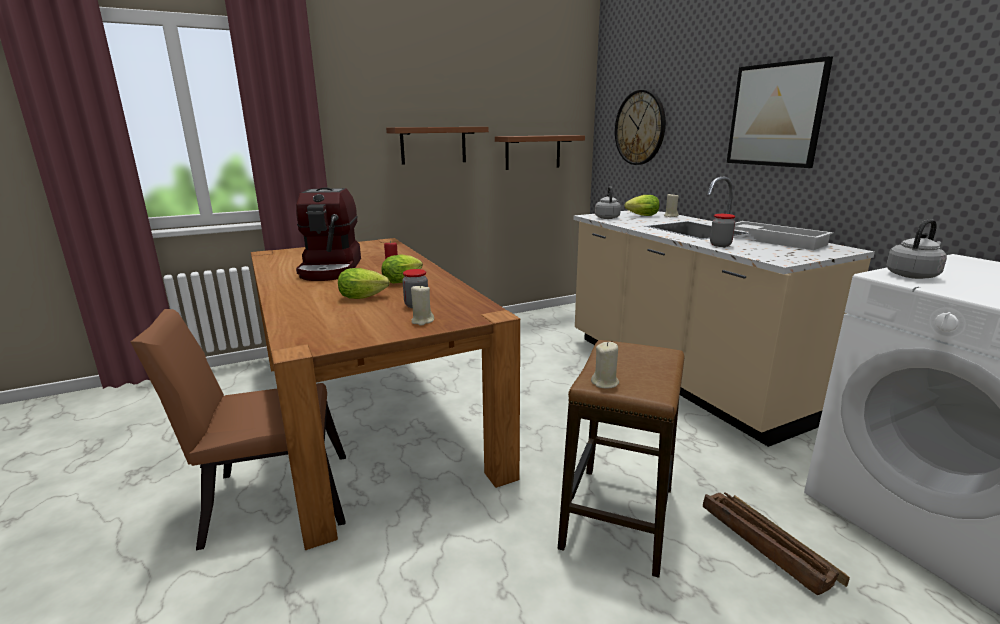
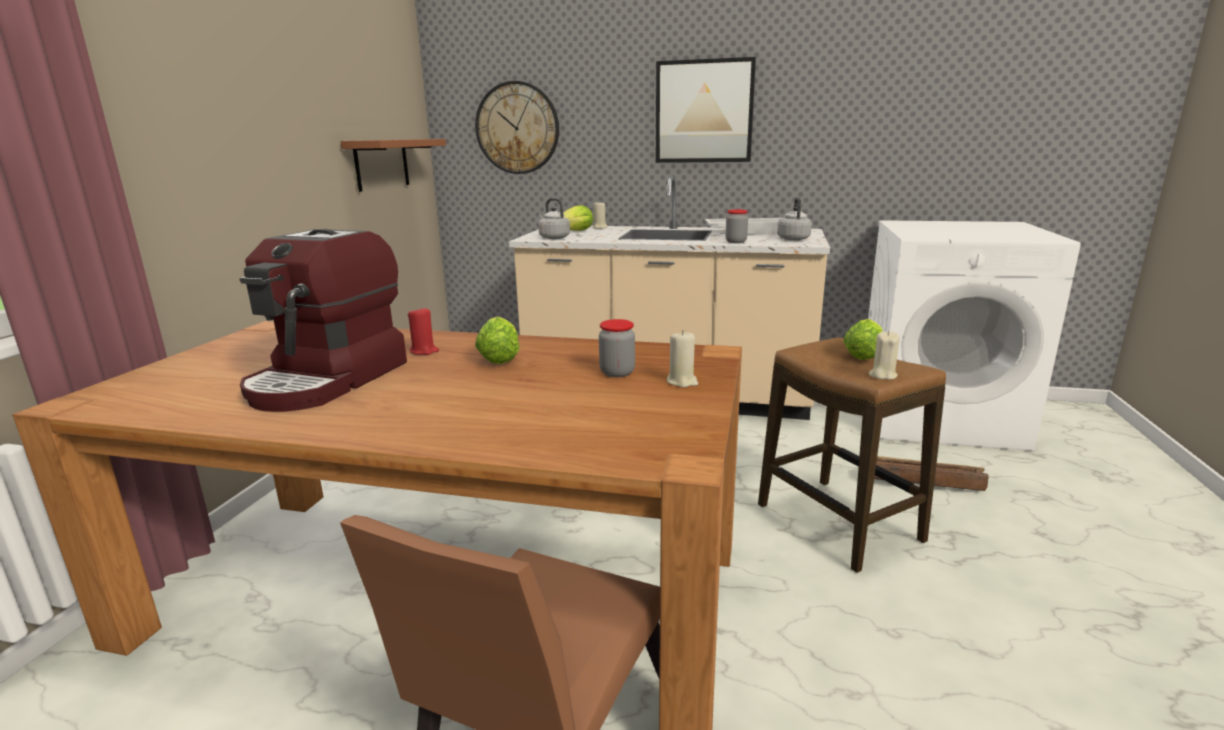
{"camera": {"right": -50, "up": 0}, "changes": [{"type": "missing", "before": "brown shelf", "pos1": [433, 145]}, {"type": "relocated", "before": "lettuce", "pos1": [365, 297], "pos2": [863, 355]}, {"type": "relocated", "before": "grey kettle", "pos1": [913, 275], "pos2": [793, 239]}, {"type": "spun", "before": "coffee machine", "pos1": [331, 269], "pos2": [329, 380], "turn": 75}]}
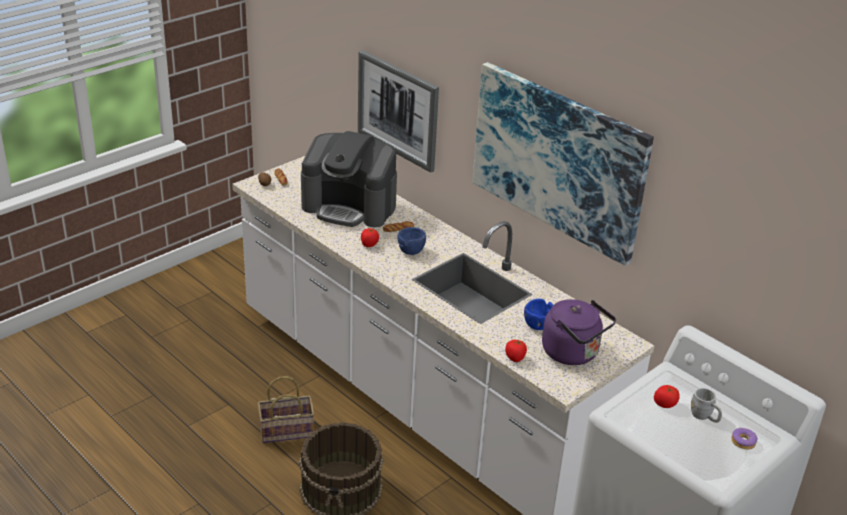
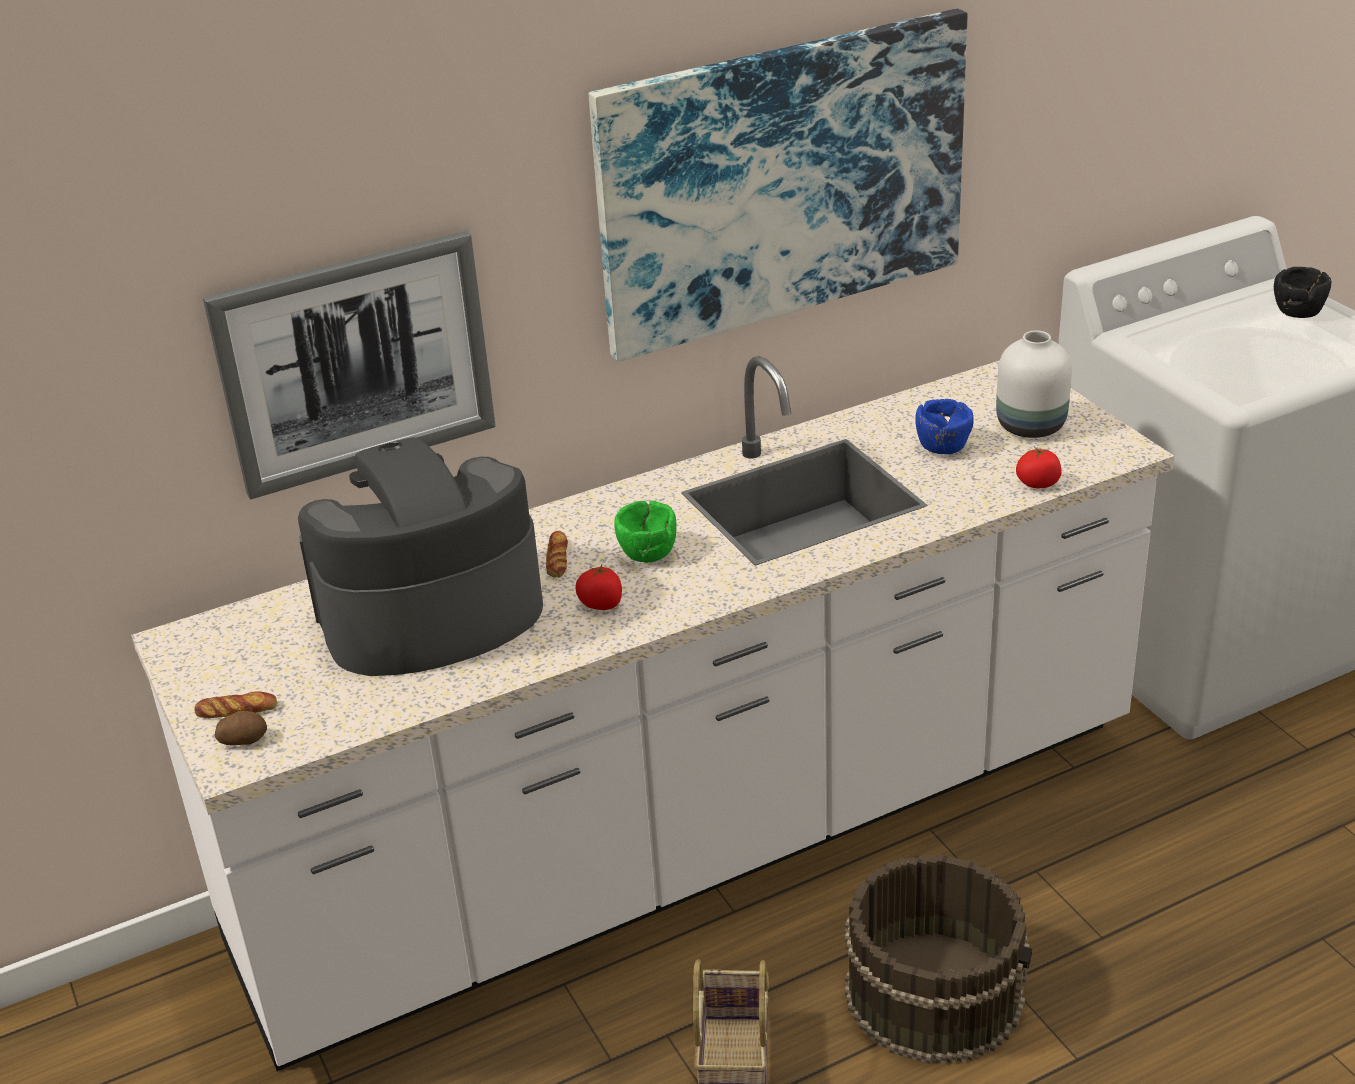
{"camera": {"right": -70, "up": 0}, "changes": [{"type": "missing", "before": "tomato", "pos1": [665, 404]}, {"type": "missing", "before": "grey mug", "pos1": [704, 417]}, {"type": "exchanged", "before": "purple kettle", "after": "white vase", "pos1": [573, 353], "pos2": [1032, 426]}, {"type": "exchanged", "before": "donut", "after": "black bowl", "pos1": [743, 442], "pos2": [1298, 311]}, {"type": "colour", "before": "blue bowl", "after": "green bowl", "pos1": [411, 250], "pos2": [647, 552]}, {"type": "spun", "before": "coffee machine", "pos1": [350, 206], "pos2": [429, 614], "turn": -150}]}
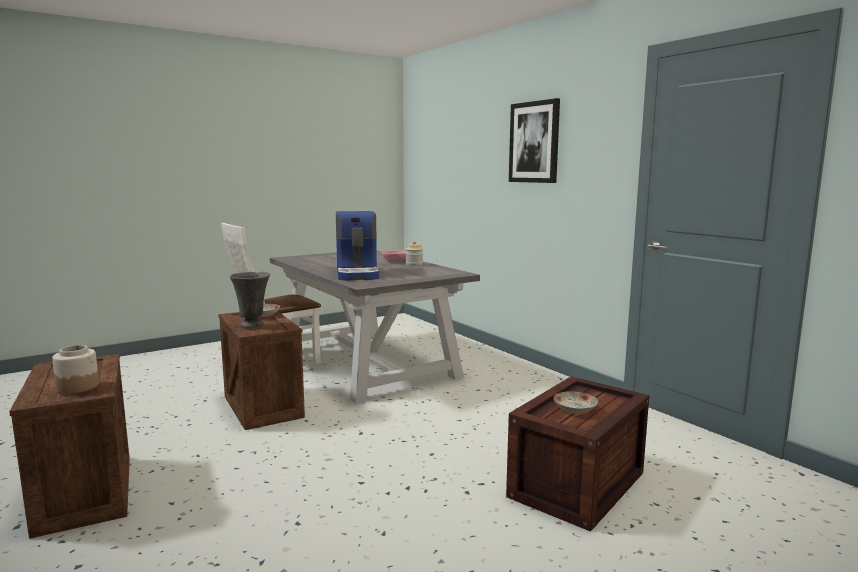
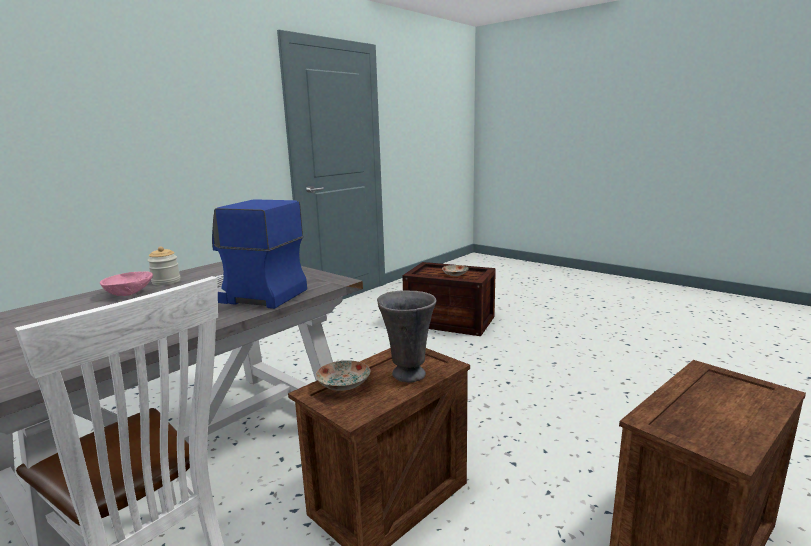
{"camera": {"right": -105, "up": 5}, "changes": [{"type": "missing", "before": "jar", "pos1": [78, 386]}, {"type": "missing", "before": "picture", "pos1": [534, 142]}, {"type": "spun", "before": "coffee machine", "pos1": [358, 274], "pos2": [249, 295], "turn": -135}]}
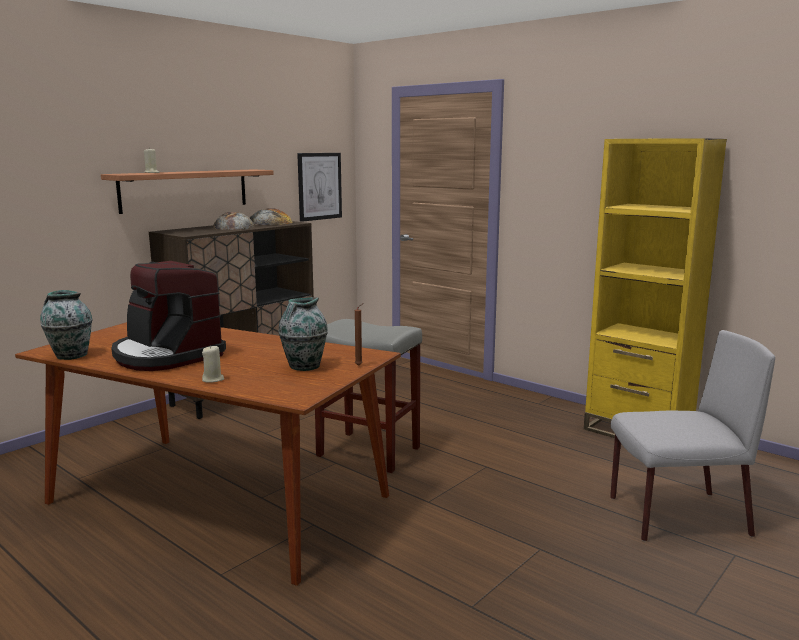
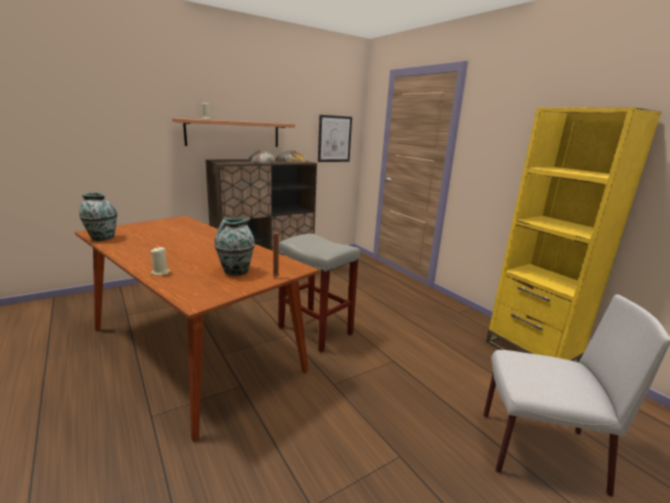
{"camera": {"right": 15, "up": 5}, "changes": [{"type": "missing", "before": "coffee machine", "pos1": [166, 355]}]}
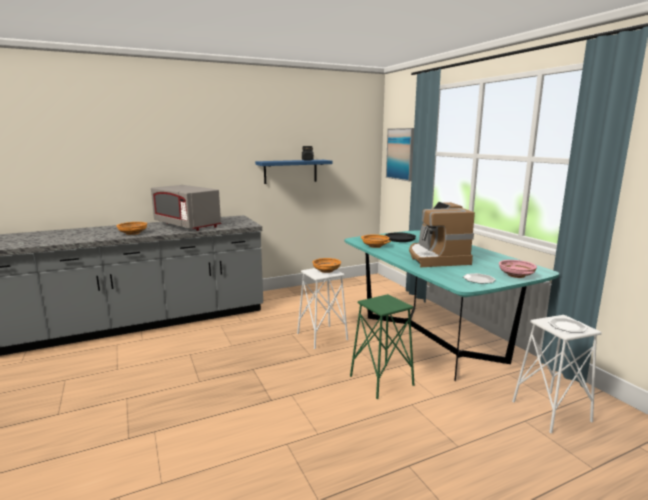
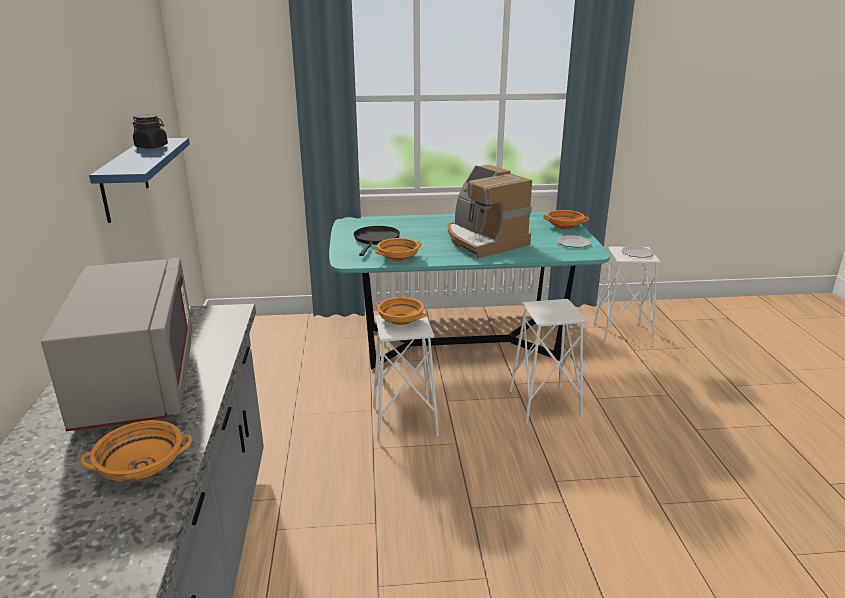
{"camera": {"right": -70, "up": 10}, "changes": [{"type": "missing", "before": "picture", "pos1": [400, 154]}, {"type": "colour", "before": "green stool", "after": "white stool", "pos1": [381, 381], "pos2": [544, 404]}, {"type": "colour", "before": "pink bowl", "after": "orange bowl", "pos1": [515, 275], "pos2": [564, 227]}, {"type": "spun", "before": "grey microwave", "pos1": [187, 225], "pos2": [139, 382], "turn": -75}, {"type": "spun", "before": "coffee machine", "pos1": [436, 258], "pos2": [483, 241], "turn": 45}]}
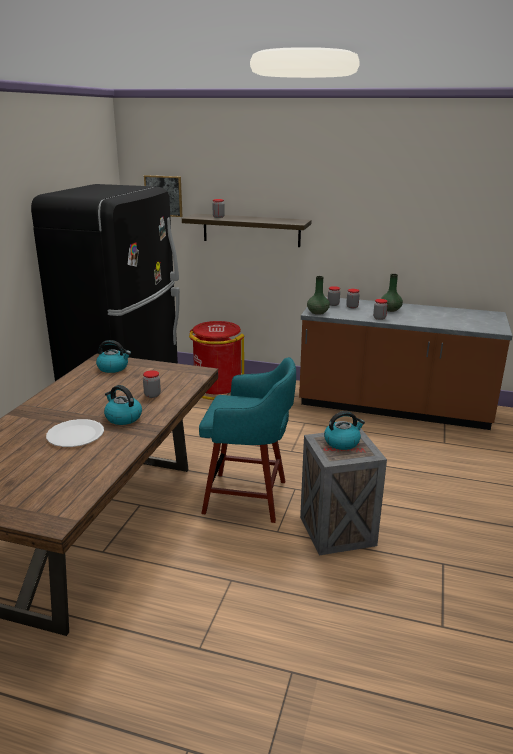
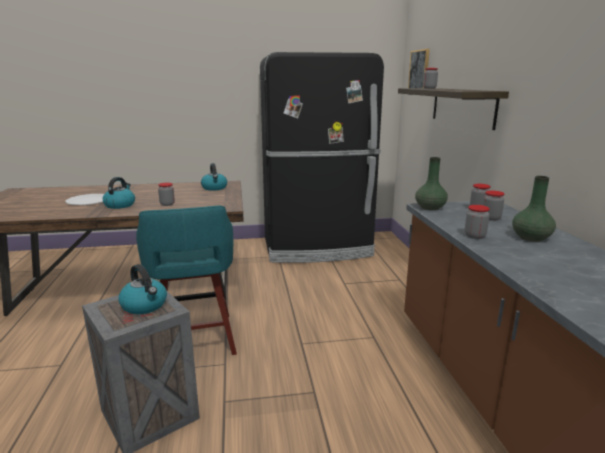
{"camera": {"right": 65, "up": -5}, "changes": [{"type": "missing", "before": "red trash can", "pos1": [217, 389]}]}
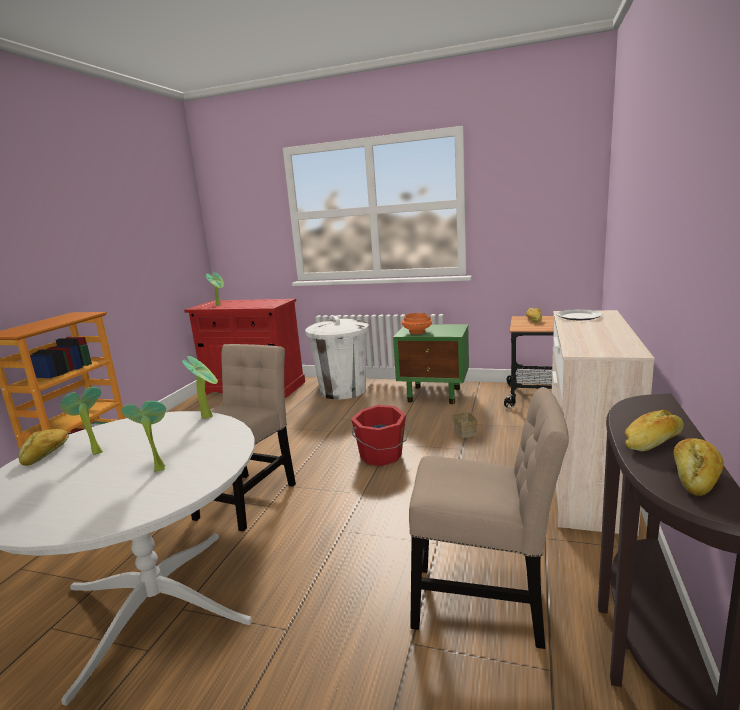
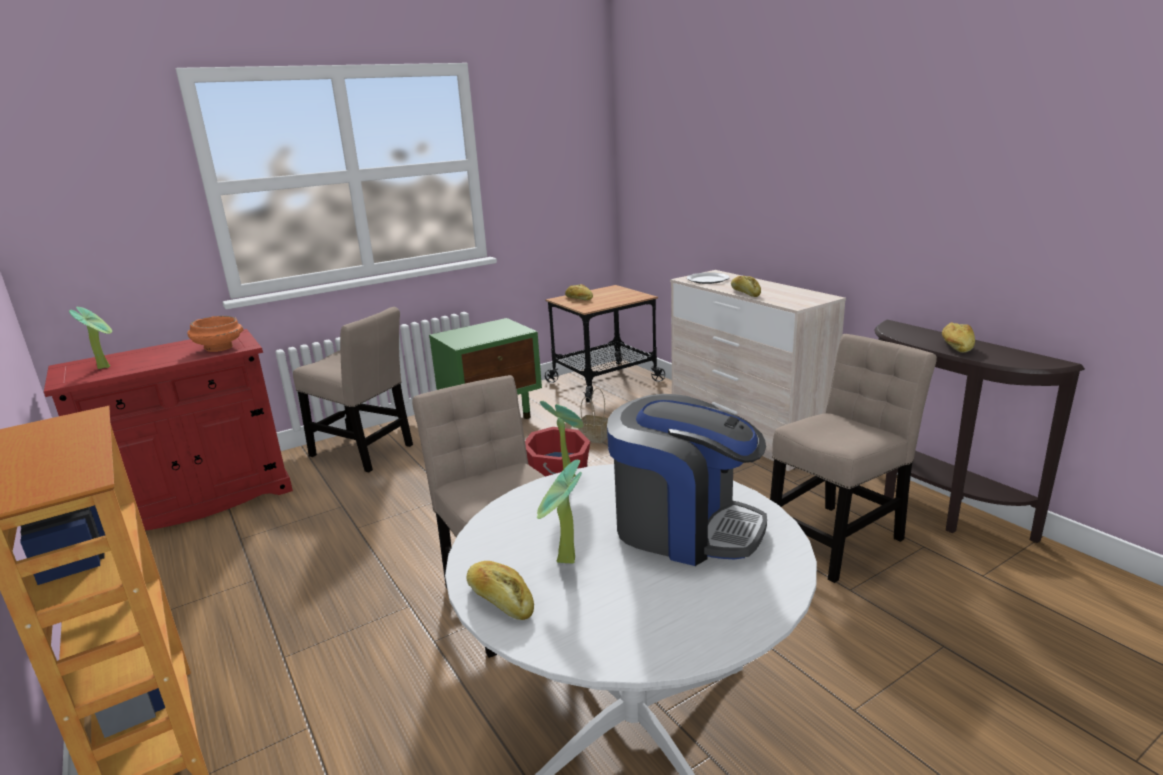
{"camera": {"right": -50, "up": 5}, "changes": [{"type": "relocated", "before": "orange bowl", "pos1": [417, 332], "pos2": [219, 348]}, {"type": "relocated", "before": "bread", "pos1": [695, 476], "pos2": [745, 293]}, {"type": "exchanged", "before": "potted plant", "after": "coffee machine", "pos1": [158, 468], "pos2": [684, 528]}, {"type": "exchanged", "before": "white trash can", "after": "beige chair", "pos1": [343, 391], "pos2": [365, 452]}]}
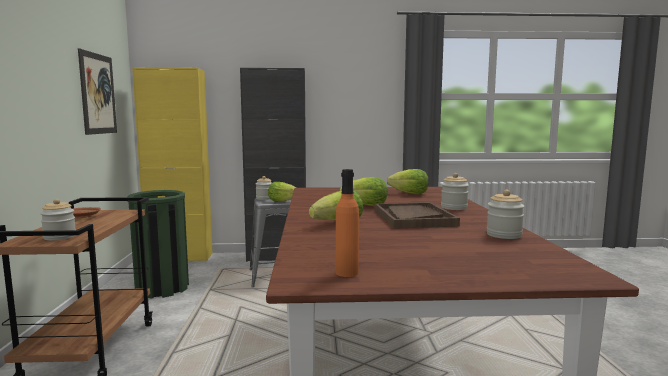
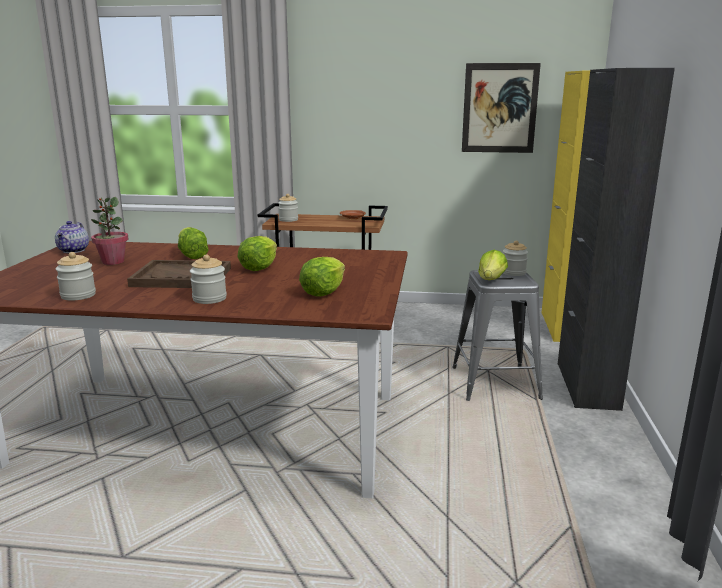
{"camera": {"right": 100, "up": 10}, "changes": [{"type": "missing", "before": "green trash can", "pos1": [162, 288]}, {"type": "appeared", "after": "potted plant", "pos2": [112, 262]}, {"type": "exchanged", "before": "orange bottle", "after": "teapot", "pos1": [347, 272], "pos2": [74, 251]}]}
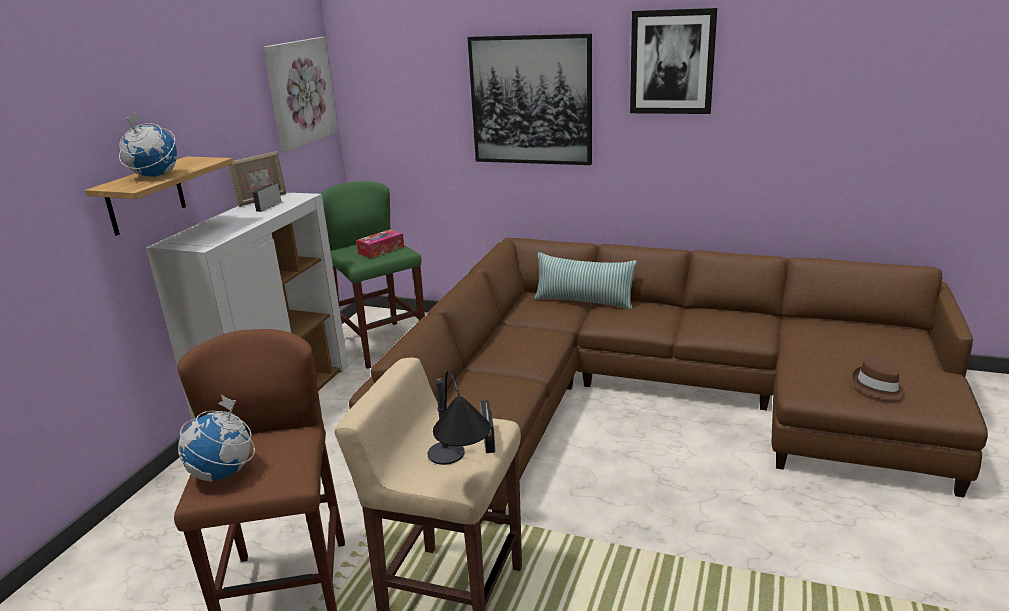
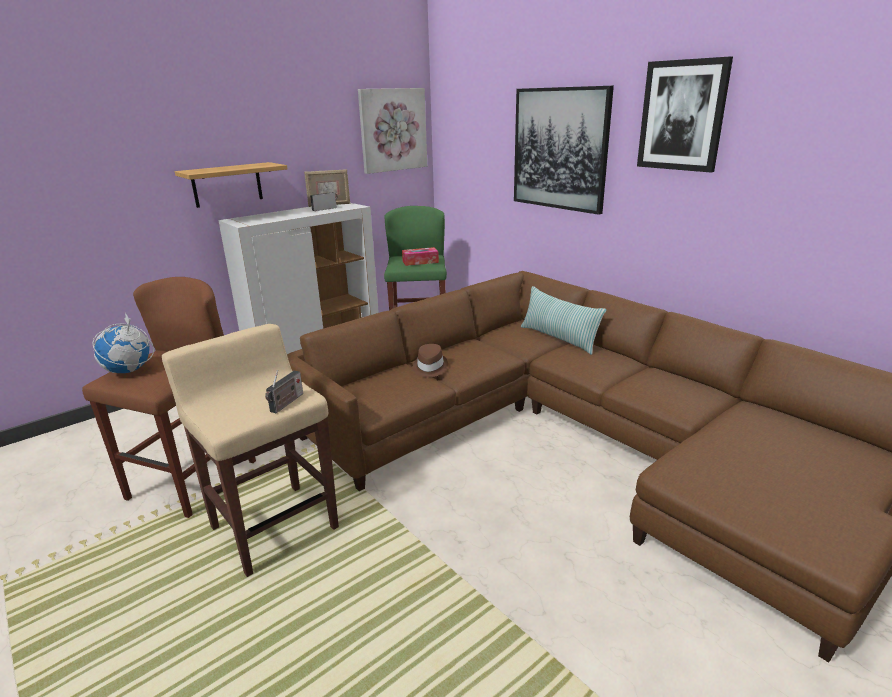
{"camera": {"right": 30, "up": 0}, "changes": [{"type": "missing", "before": "globe", "pos1": [154, 176]}, {"type": "missing", "before": "table lamp", "pos1": [459, 474]}, {"type": "relocated", "before": "brown hat", "pos1": [878, 386], "pos2": [429, 368]}]}
